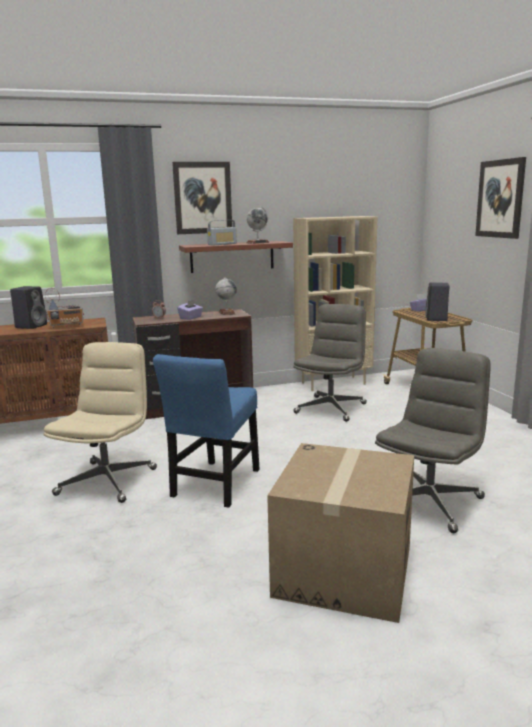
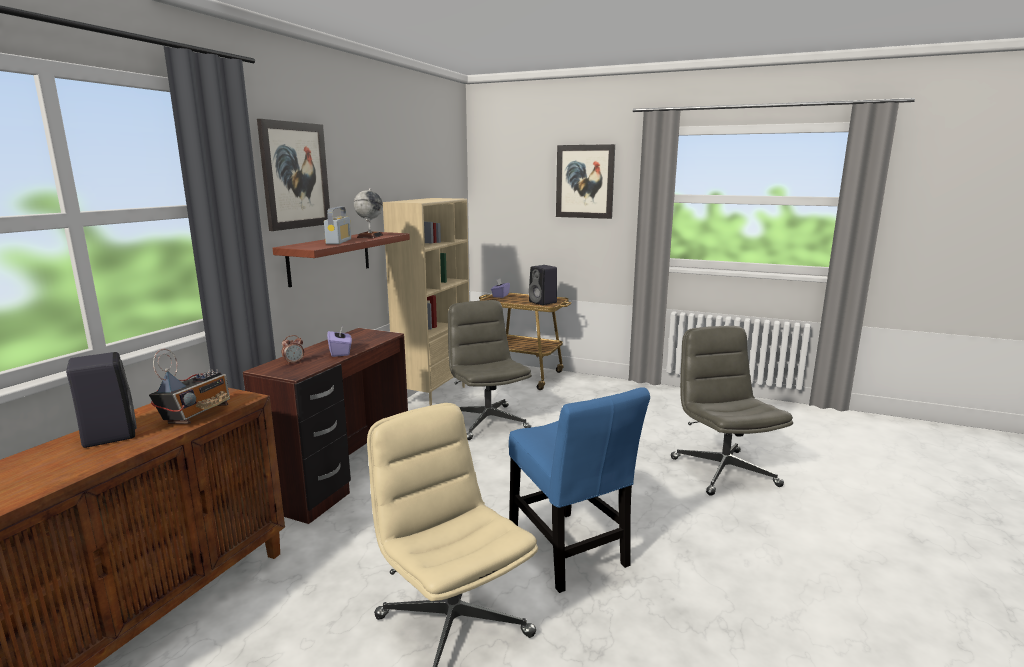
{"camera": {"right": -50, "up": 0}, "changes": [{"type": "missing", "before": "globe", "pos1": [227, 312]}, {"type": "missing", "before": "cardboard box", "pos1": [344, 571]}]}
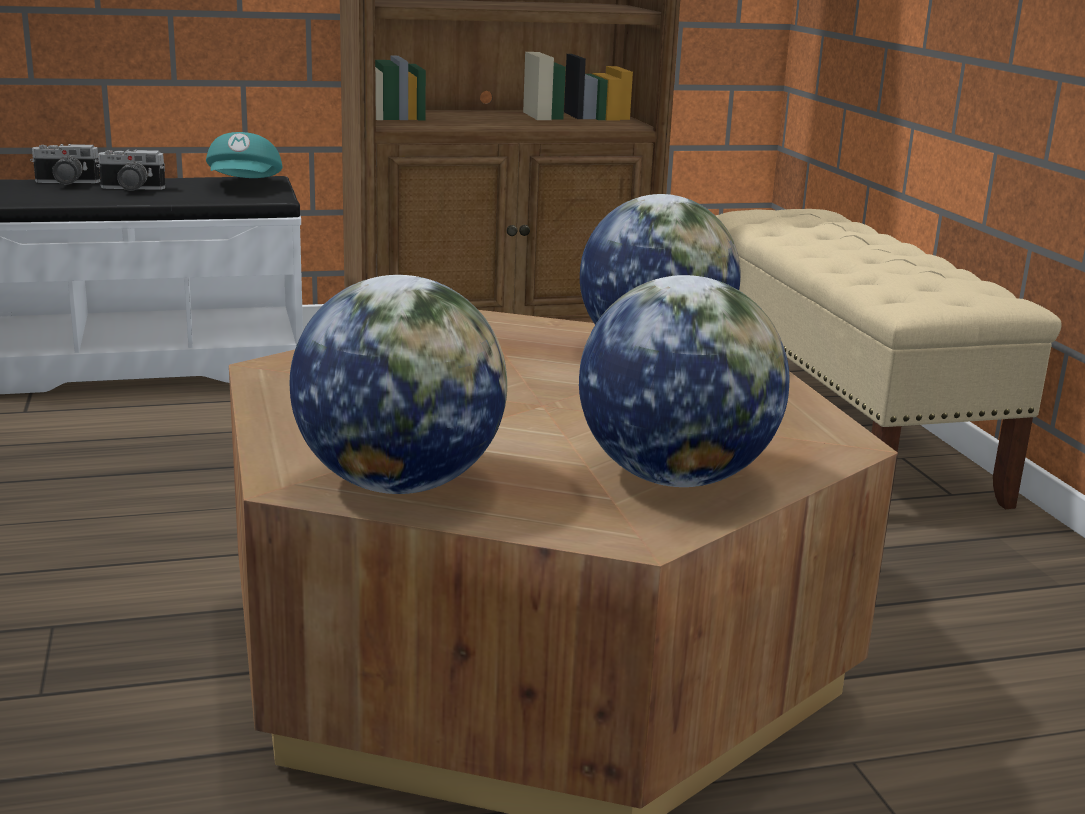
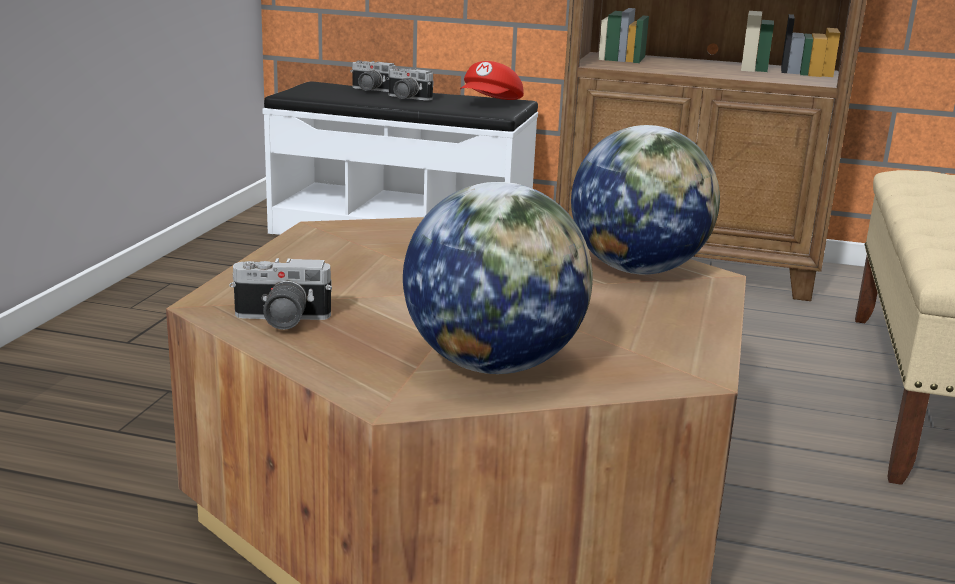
{"camera": {"right": 30, "up": 0}, "changes": [{"type": "exchanged", "before": "globe", "after": "photo camera", "pos1": [400, 483], "pos2": [280, 321]}, {"type": "colour", "before": "turquoise cap", "after": "red cap", "pos1": [245, 185], "pos2": [491, 104]}]}
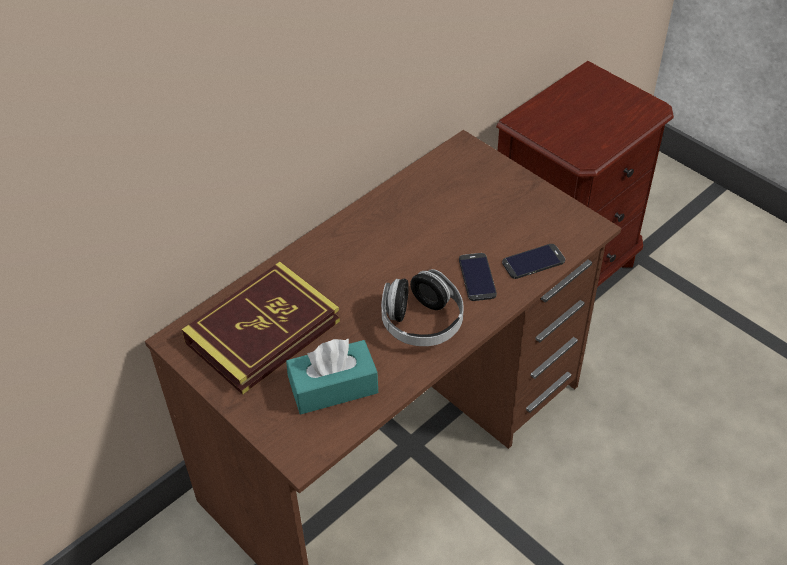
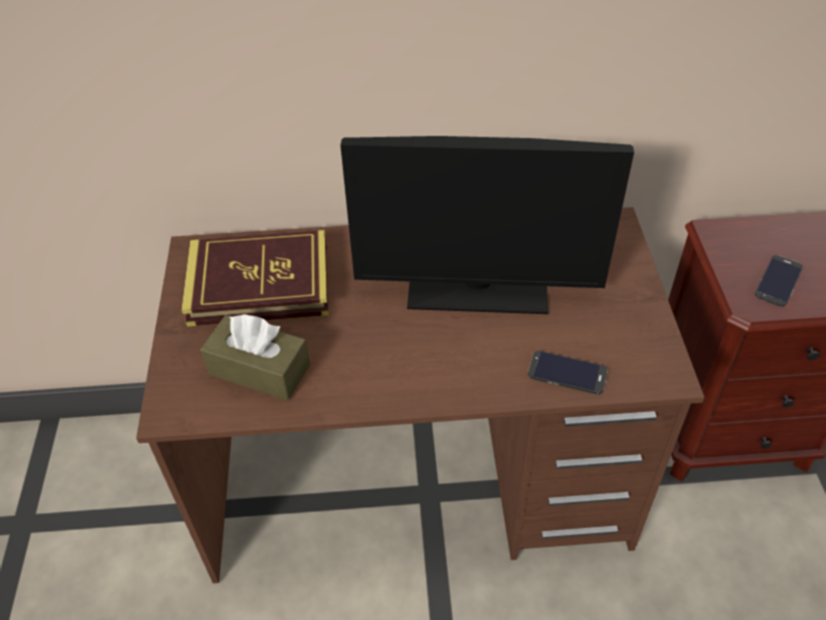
{"camera": {"right": 40, "up": 0}, "changes": [{"type": "missing", "before": "headphones", "pos1": [422, 323]}, {"type": "appeared", "after": "monitor", "pos2": [477, 288]}, {"type": "relocated", "before": "phone", "pos1": [477, 277], "pos2": [778, 281]}, {"type": "colour", "before": "turquoise tissue box", "after": "brown tissue box", "pos1": [333, 387], "pos2": [259, 369]}]}
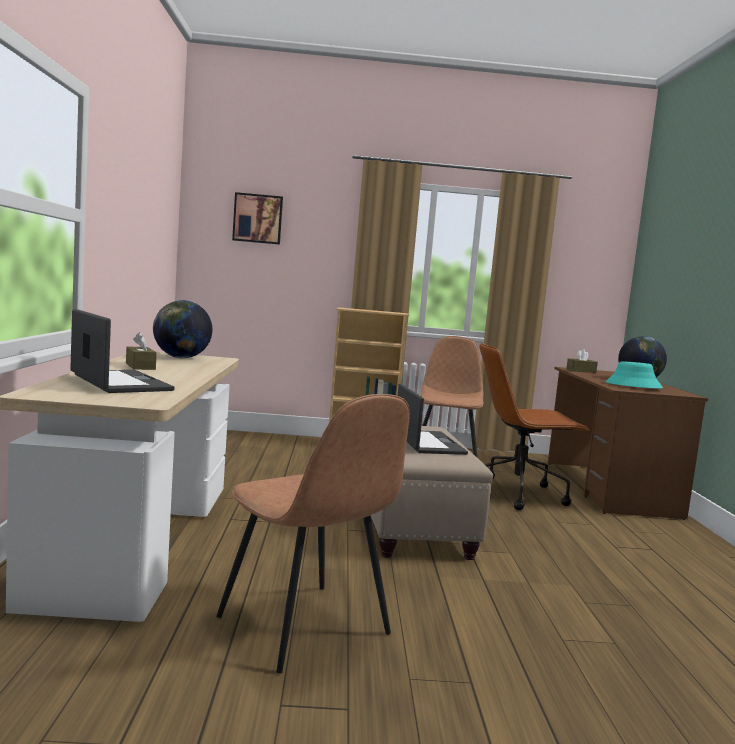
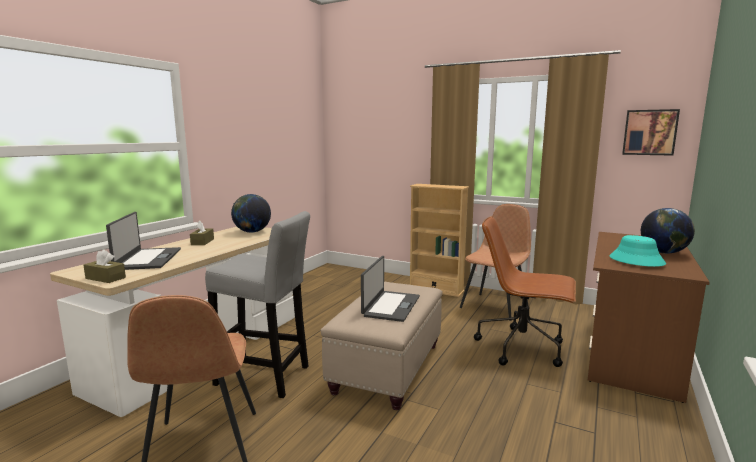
{"camera": {"right": 30, "up": 5}, "changes": [{"type": "appeared", "after": "grey stool", "pos2": [266, 377]}, {"type": "relocated", "before": "picture", "pos1": [258, 218], "pos2": [649, 132]}, {"type": "relocated", "before": "brown tissue box", "pos1": [581, 371], "pos2": [105, 278]}]}
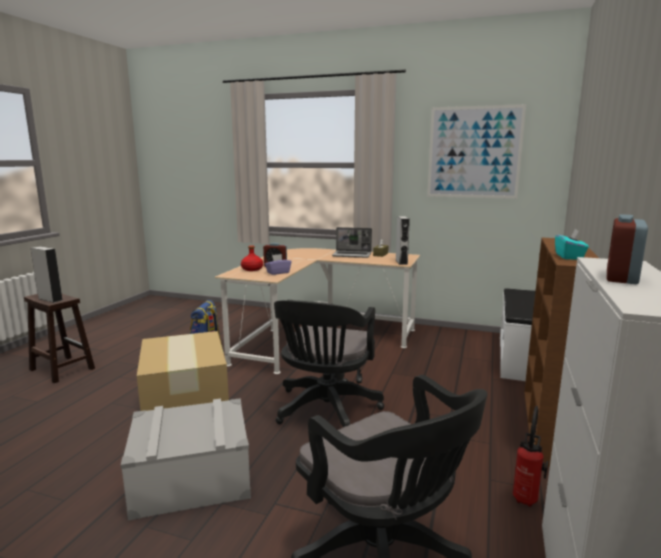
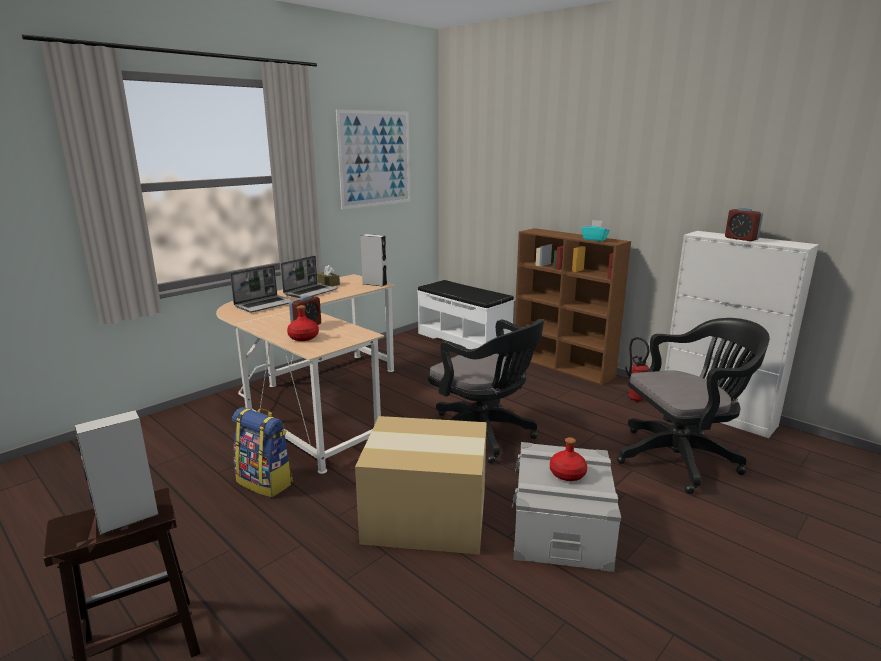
{"camera": {"right": -65, "up": 5}, "changes": [{"type": "missing", "before": "purple tissue box", "pos1": [278, 272]}, {"type": "appeared", "after": "laptop", "pos2": [264, 305]}, {"type": "appeared", "after": "red bottle", "pos2": [567, 474]}]}
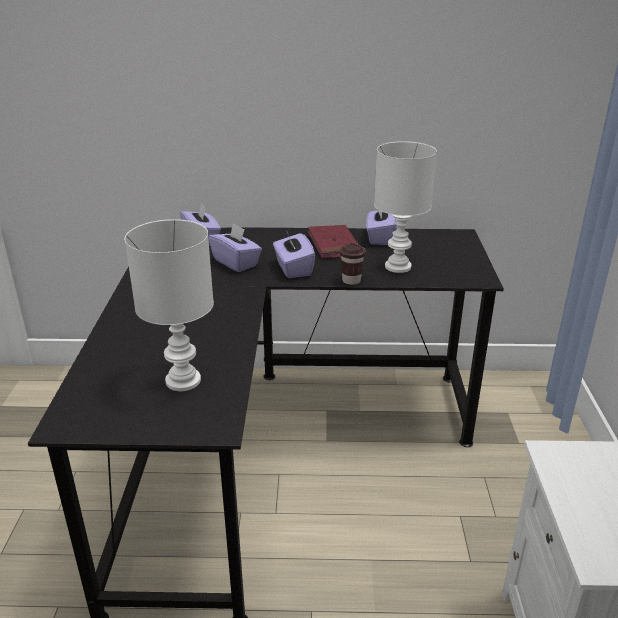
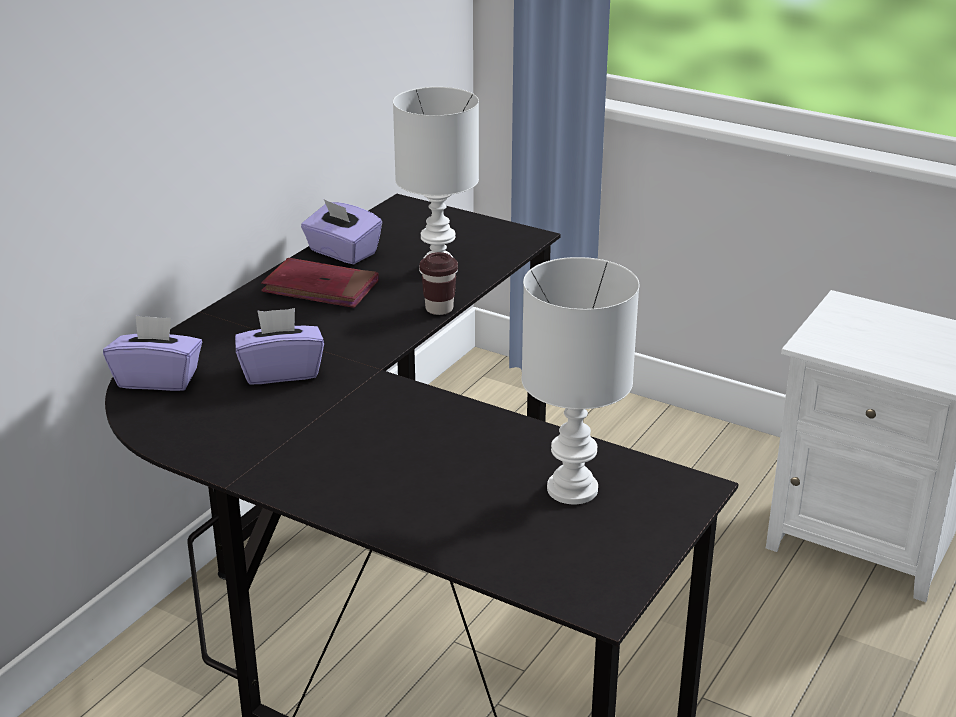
{"camera": {"right": -60, "up": 0}, "changes": [{"type": "missing", "before": "purple tissue box", "pos1": [293, 269]}]}
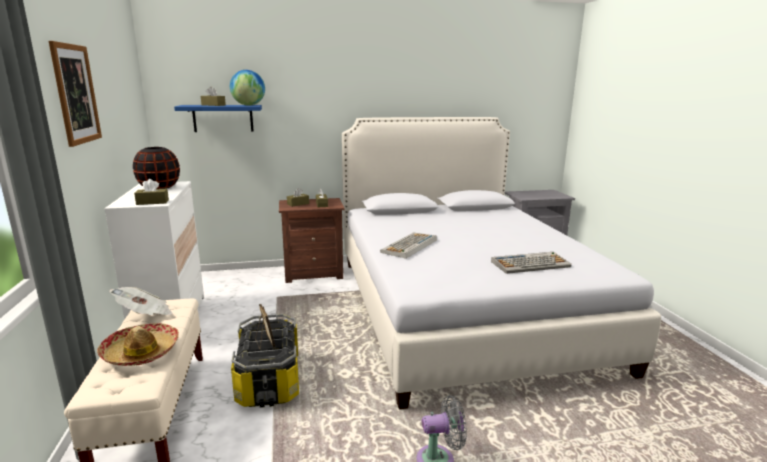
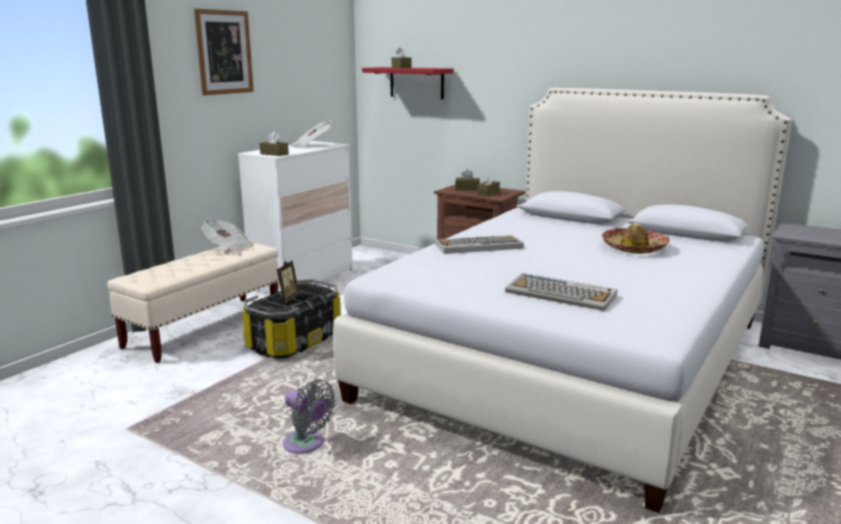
{"camera": {"right": 45, "up": 0}, "changes": [{"type": "missing", "before": "globe", "pos1": [249, 105]}, {"type": "relocated", "before": "hat", "pos1": [141, 352], "pos2": [634, 248]}, {"type": "exchanged", "before": "black vase", "after": "newspaper", "pos1": [159, 188], "pos2": [311, 145]}, {"type": "colour", "before": "blue shelf", "after": "red shelf", "pos1": [223, 118], "pos2": [416, 82]}]}
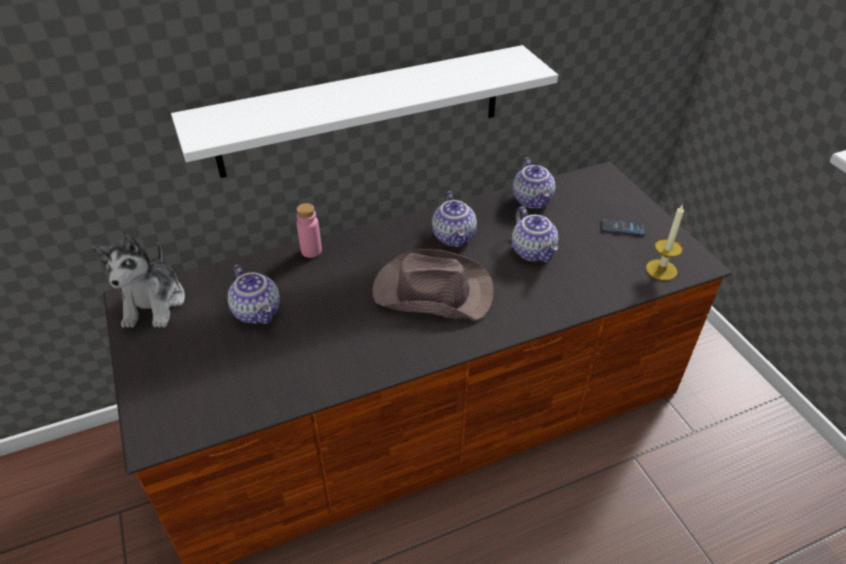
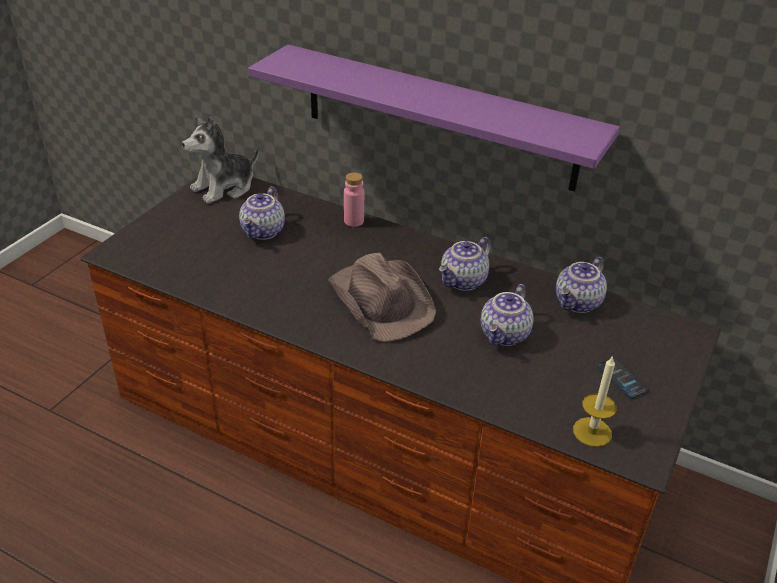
{"camera": {"right": 50, "up": -5}, "changes": [{"type": "colour", "before": "white shelf", "after": "purple shelf", "pos1": [362, 111], "pos2": [438, 117]}]}
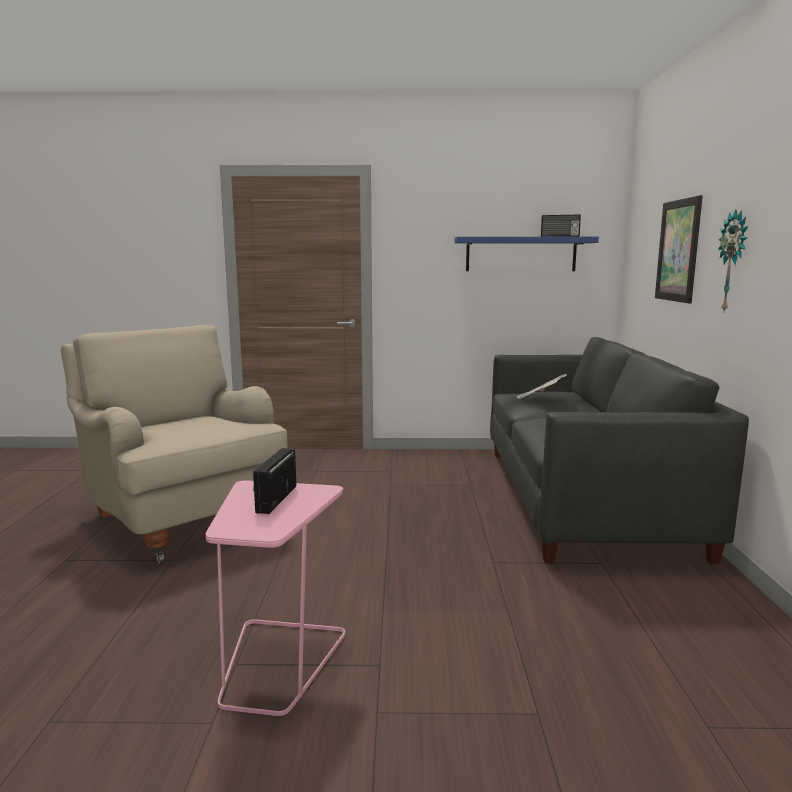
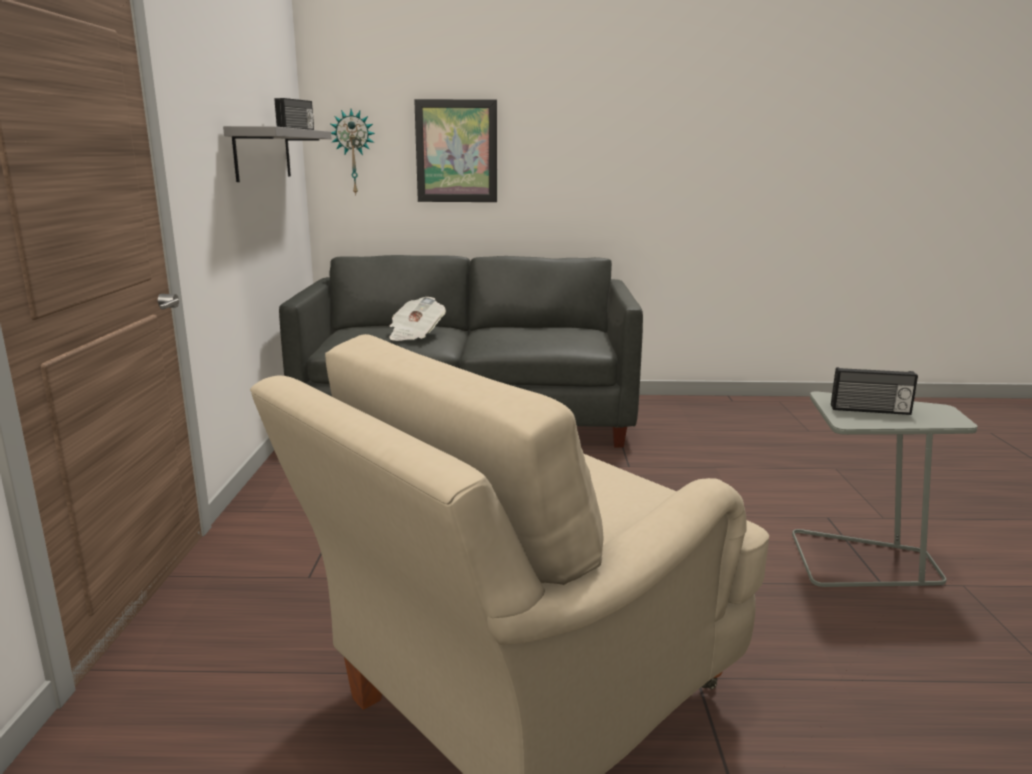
{"camera": {"right": -90, "up": 5}, "changes": [{"type": "relocated", "before": "wall clock", "pos1": [734, 262], "pos2": [354, 152]}, {"type": "colour", "before": "pink side table", "after": "grey side table", "pos1": [277, 663], "pos2": [863, 562]}, {"type": "colour", "before": "blue shelf", "after": "grey shelf", "pos1": [521, 254], "pos2": [263, 154]}]}
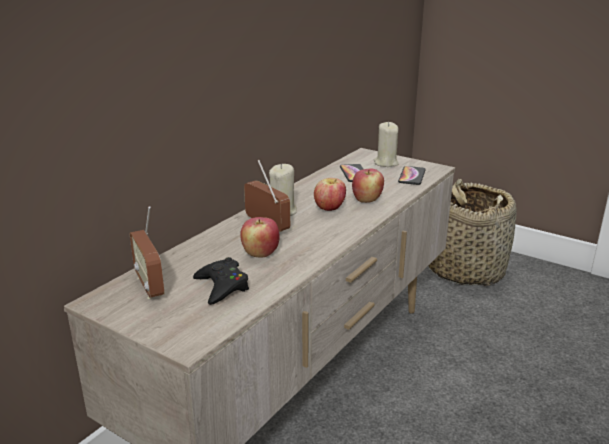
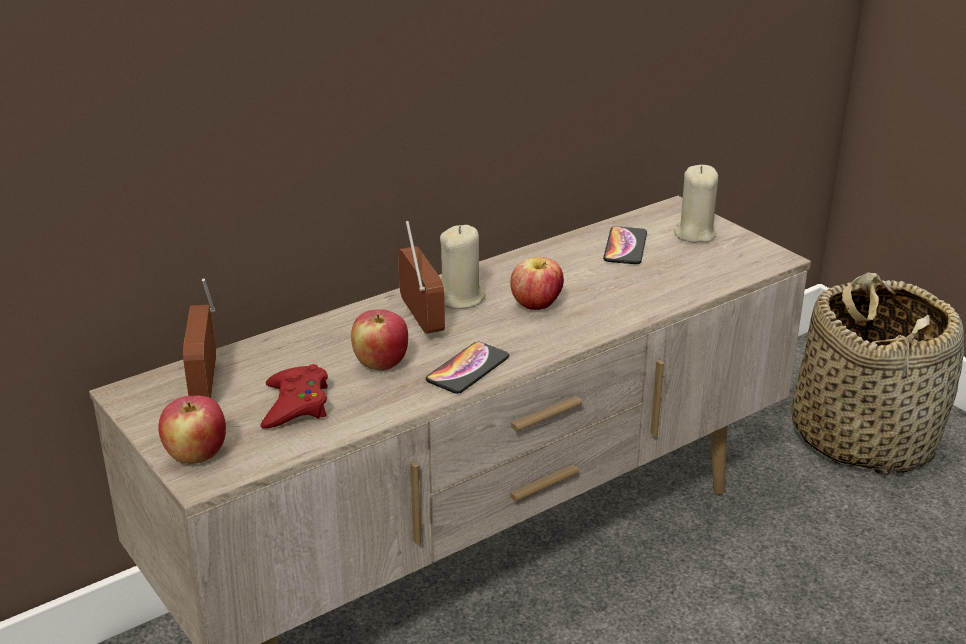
{"camera": {"right": 20, "up": 5}, "changes": [{"type": "relocated", "before": "apple", "pos1": [366, 200], "pos2": [196, 455]}, {"type": "relocated", "before": "phone", "pos1": [412, 176], "pos2": [468, 369]}, {"type": "colour", "before": "black game controller", "after": "red game controller", "pos1": [222, 286], "pos2": [296, 405]}]}
